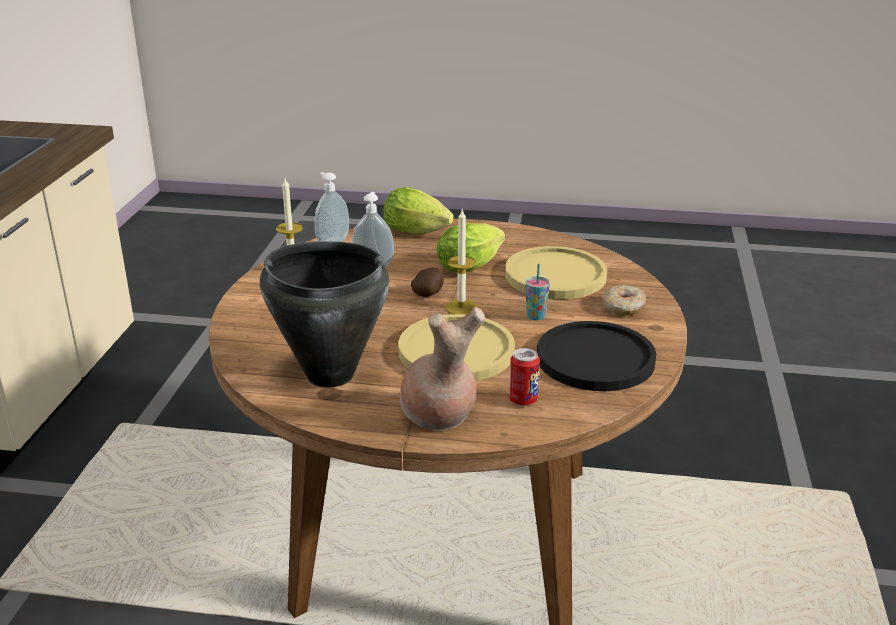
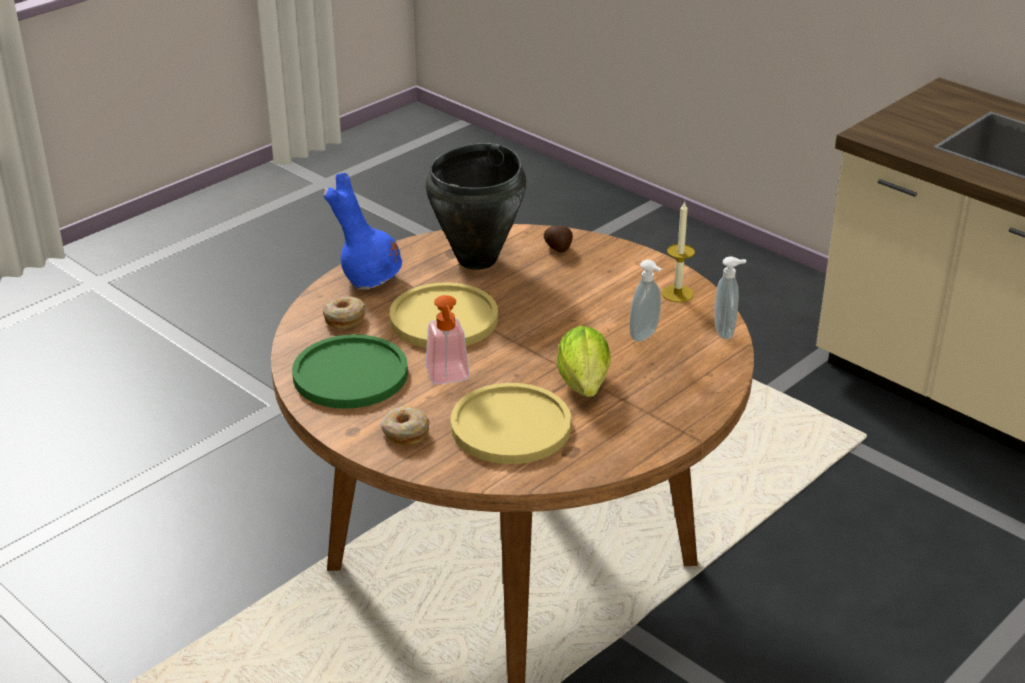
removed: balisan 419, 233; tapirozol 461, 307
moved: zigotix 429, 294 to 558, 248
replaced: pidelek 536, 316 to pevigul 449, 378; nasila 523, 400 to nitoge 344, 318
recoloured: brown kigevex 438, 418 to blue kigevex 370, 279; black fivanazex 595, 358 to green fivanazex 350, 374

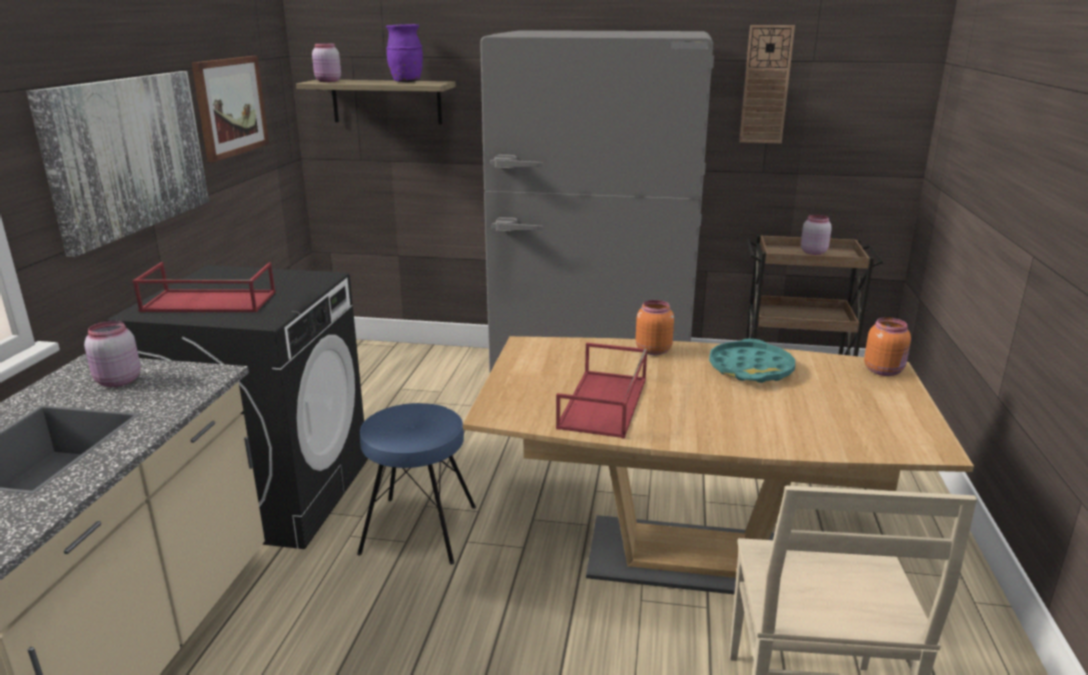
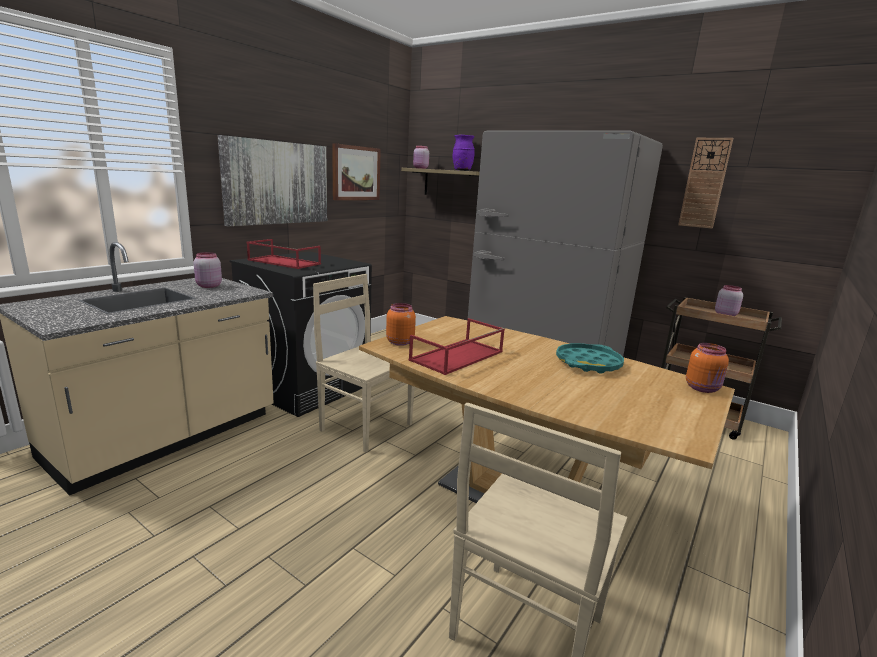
moved: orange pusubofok 652, 350 to 400, 342
replaced: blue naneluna 418, 529 to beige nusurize 364, 426

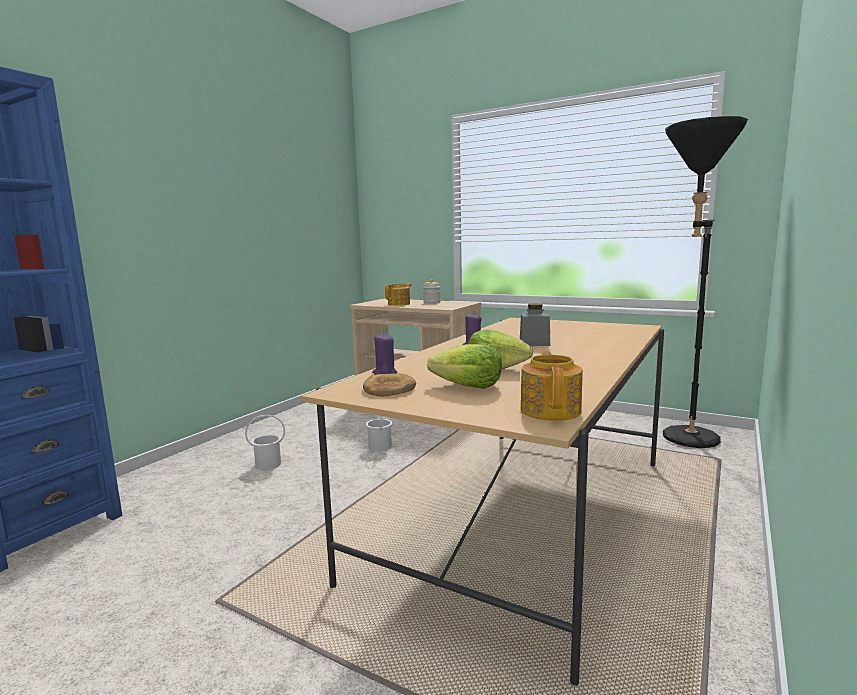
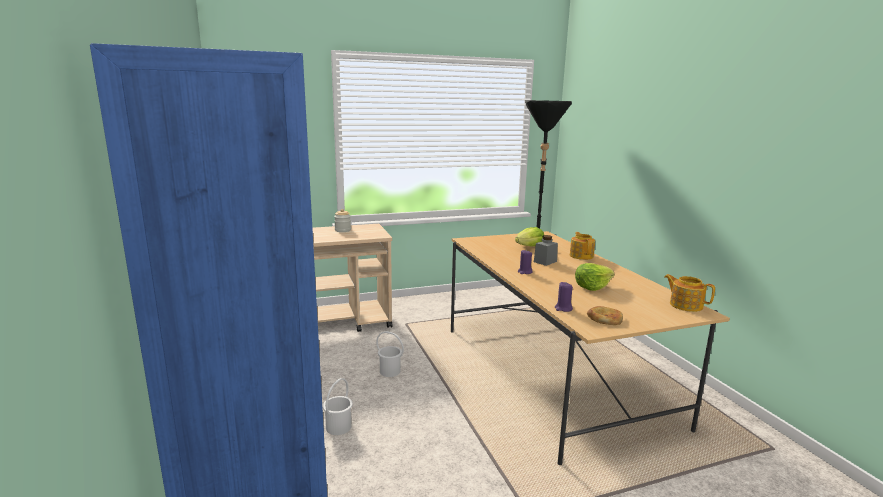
moved: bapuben 399, 304 to 581, 256; balisan 468, 386 to 529, 246

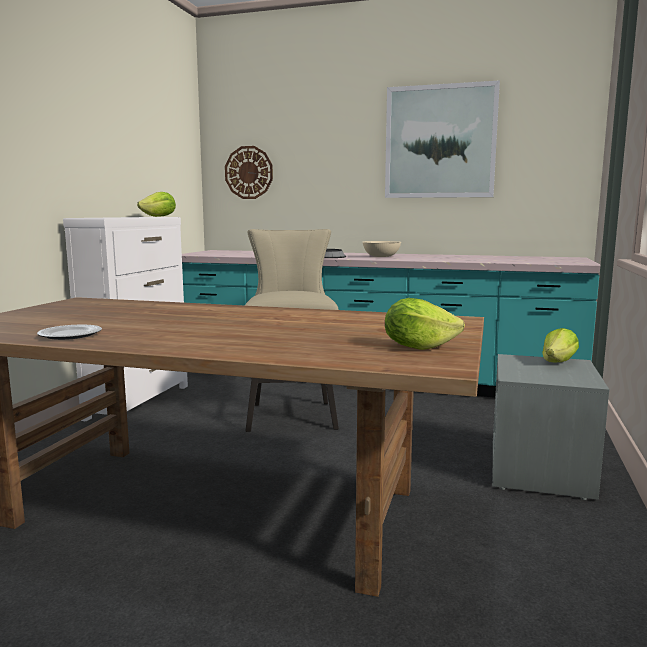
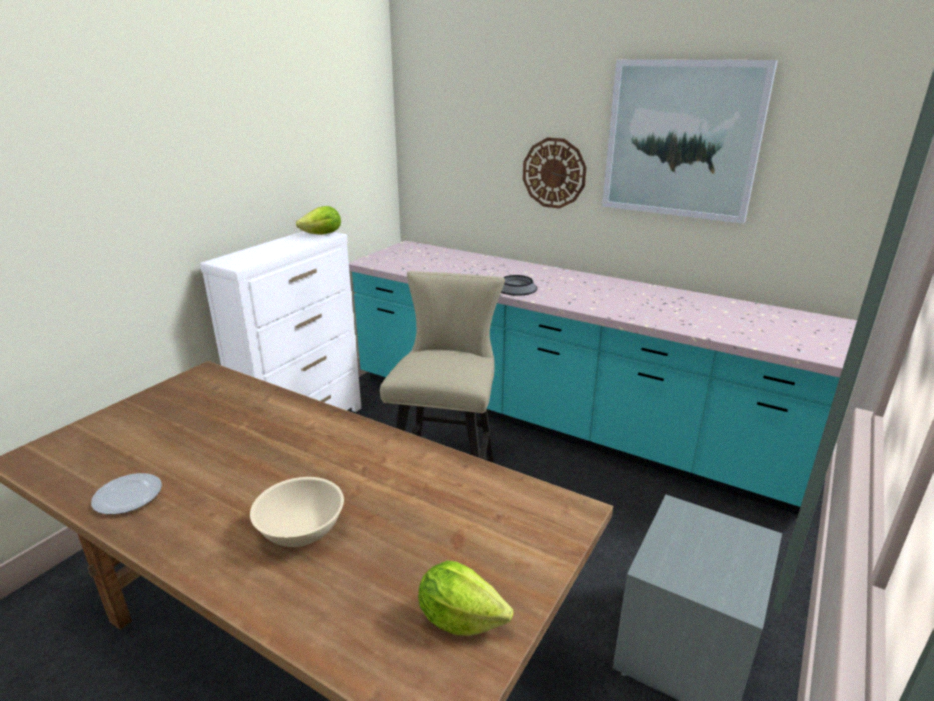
removed: balisan 558, 362
moved: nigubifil 249, 172 to 554, 173; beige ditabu 381, 256 to 301, 530

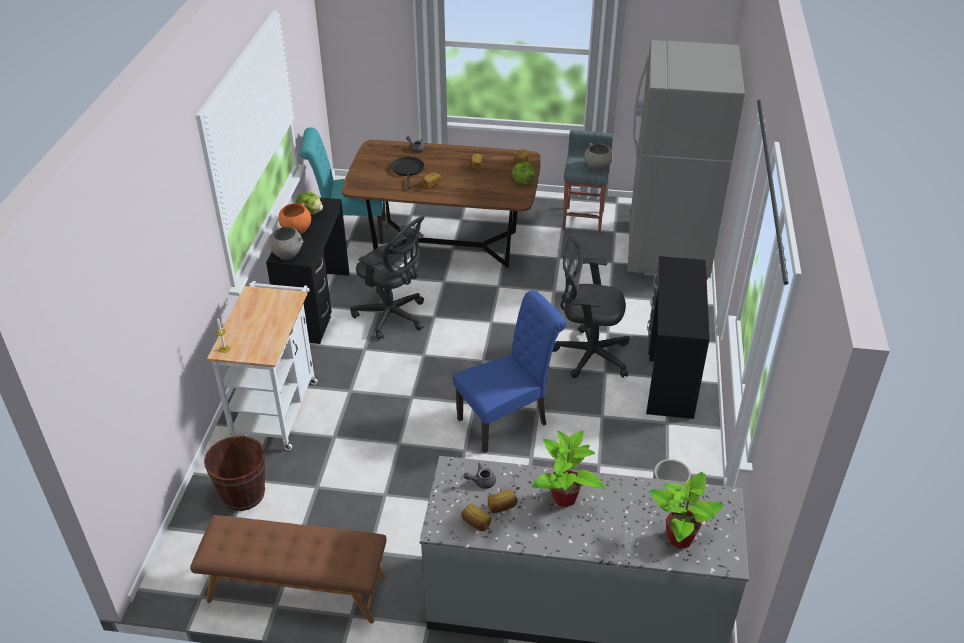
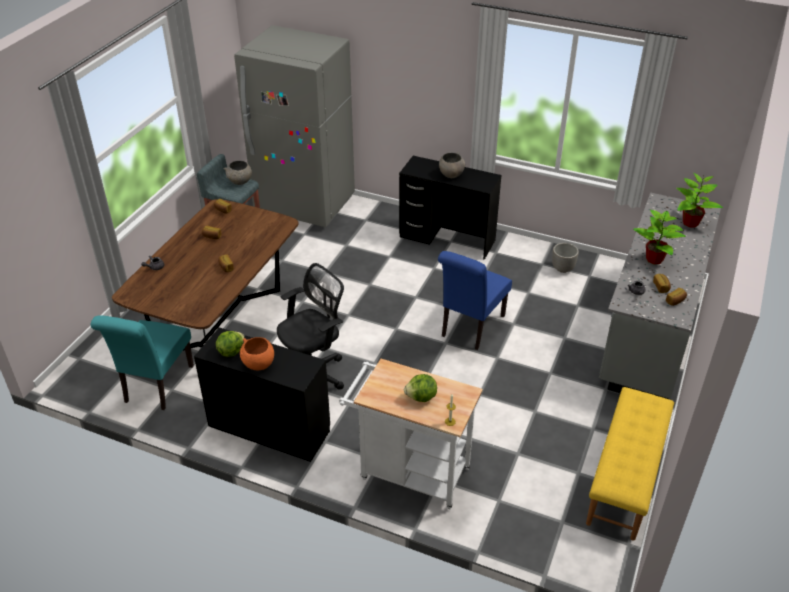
removed: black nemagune 408, 170; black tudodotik 588, 354; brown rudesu 243, 494
moved: balisan 522, 181 to 421, 397; grey ditabu 287, 254 to 451, 174
recoloured: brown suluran 296, 589 to yellow suluran 626, 478
turned: blue nusurize 507, 420 = 470, 328 135 degrees counterclockwise

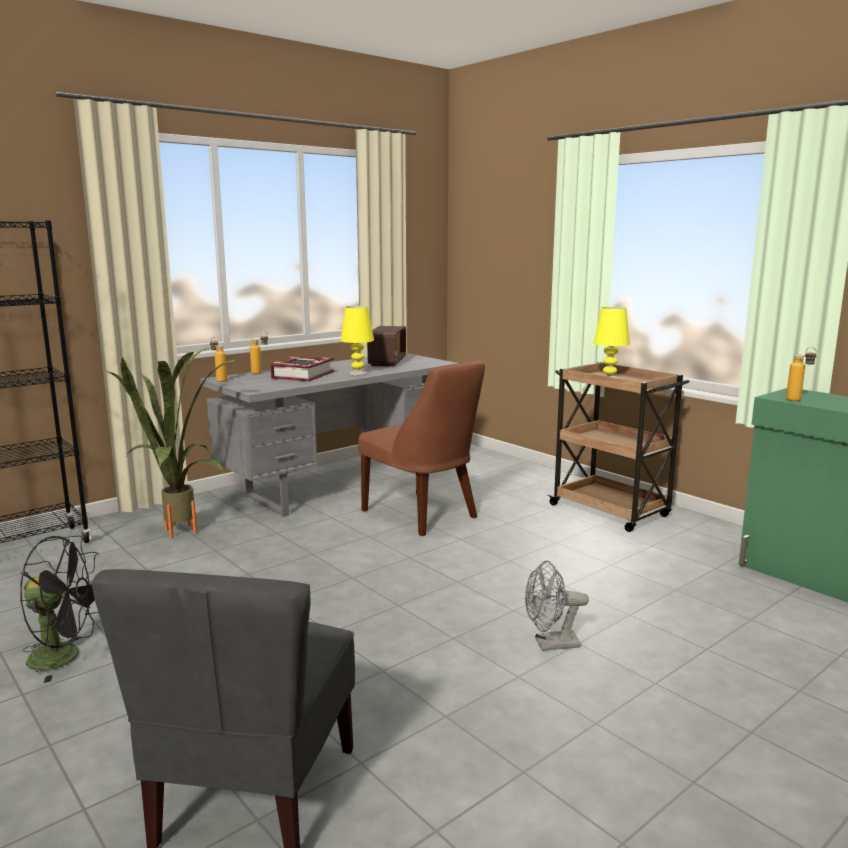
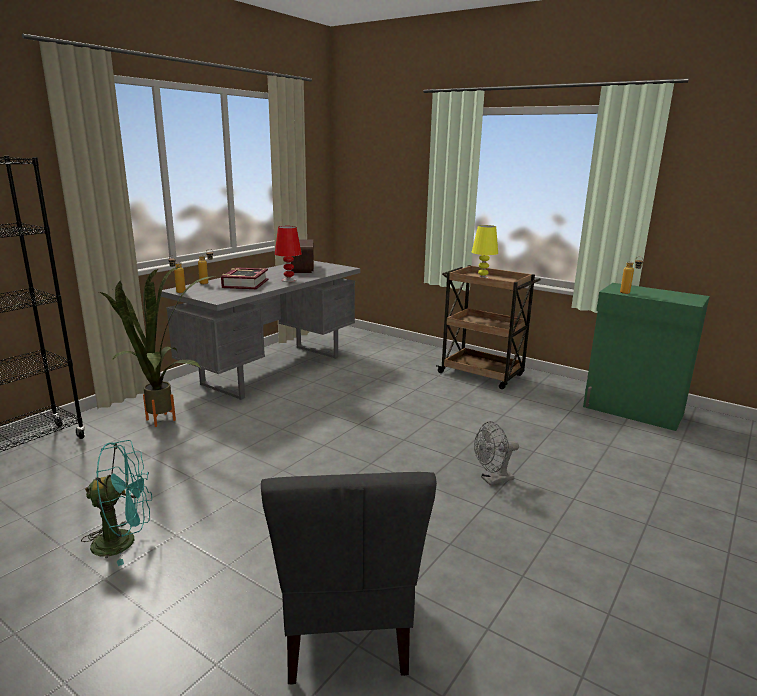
removed: brown nusurize 423, 515
recoloured: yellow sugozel 358, 373 to red sugozel 289, 280; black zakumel 65, 657 to turquoise zakumel 124, 541

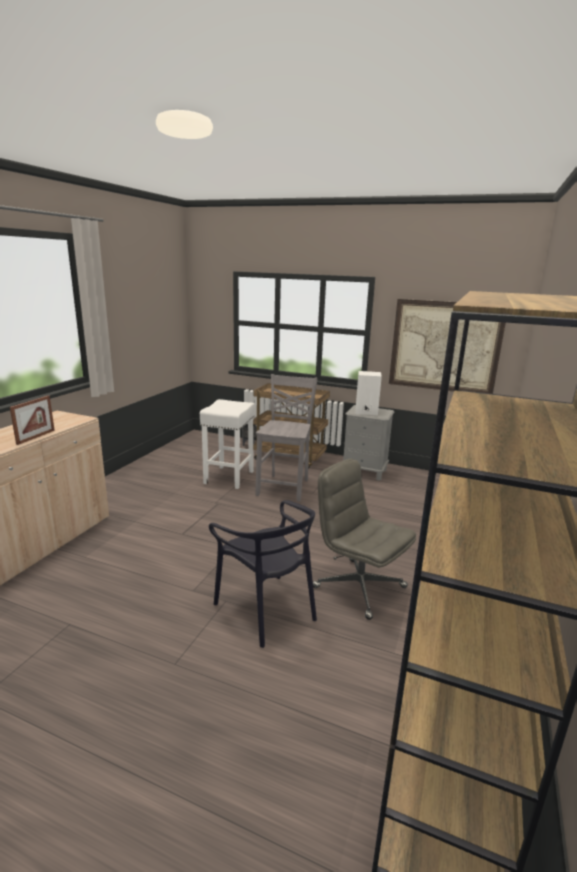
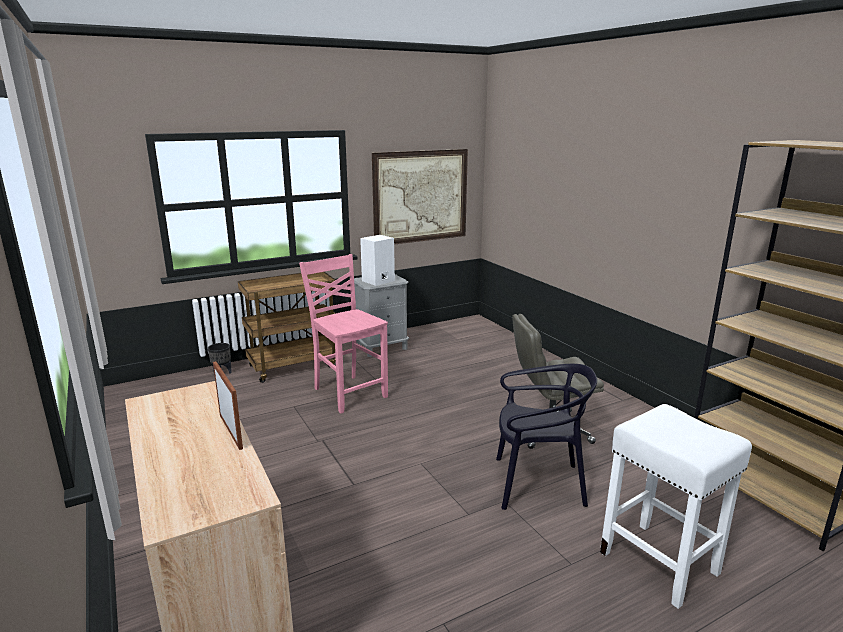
moved: white naneluna 229, 478 to 660, 564
recoloured: grey nusurize 285, 487 to pink nusurize 349, 393

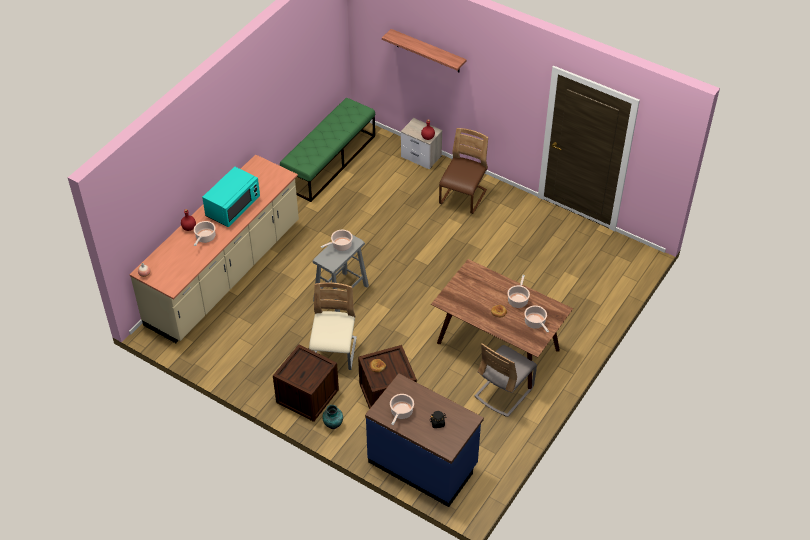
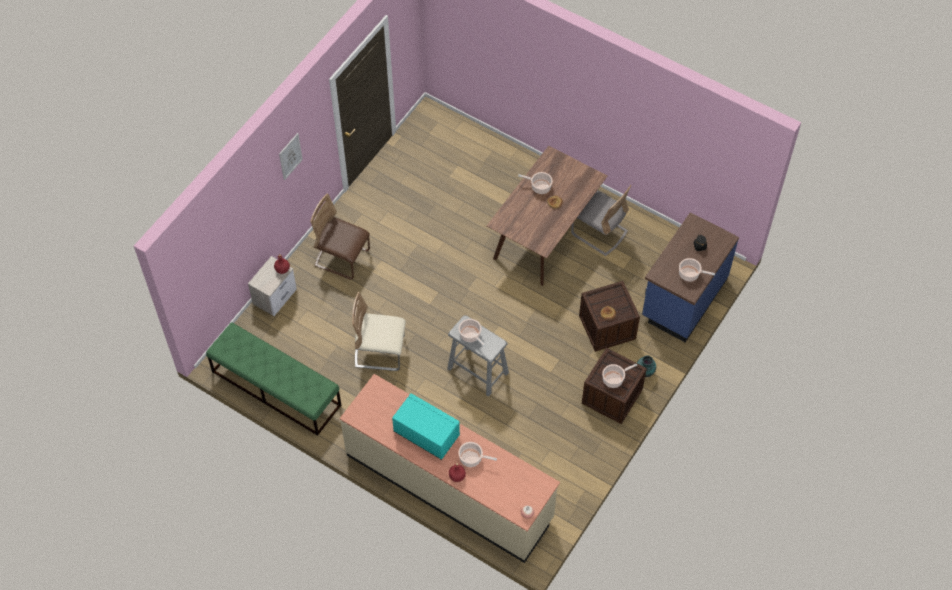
removed: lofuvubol 428, 51
added: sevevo 290, 156
moved: beige nusurize 334, 353 to 380, 352; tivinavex 535, 323 to 614, 379

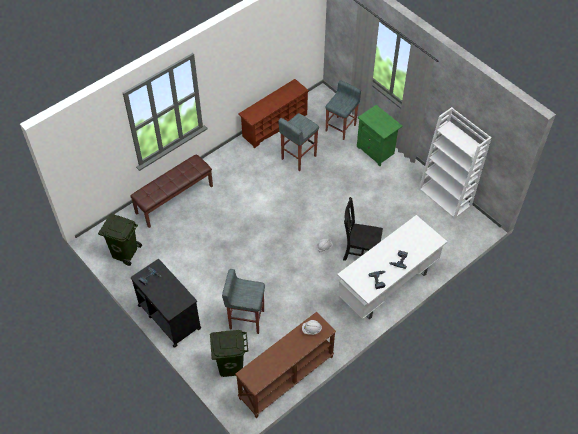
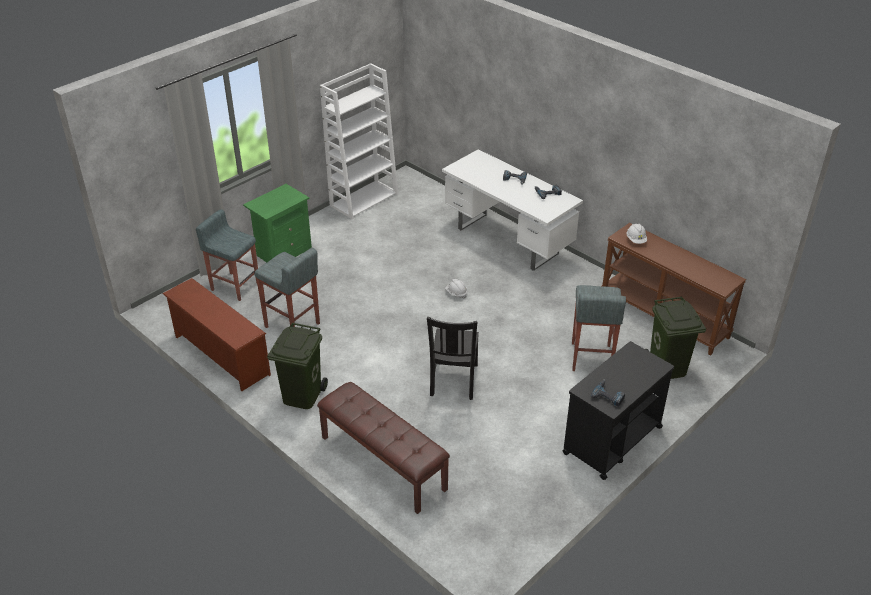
moved: black nusurize 360, 251 to 453, 381; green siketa 125, 252 to 301, 395

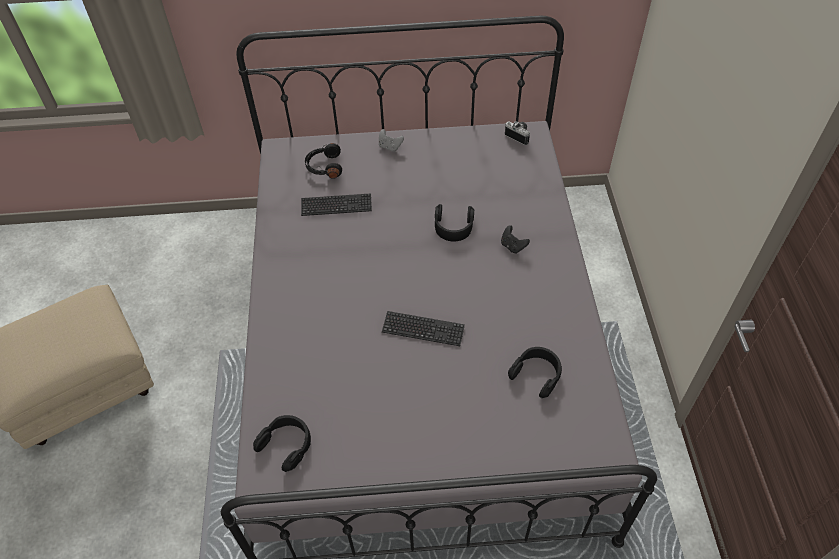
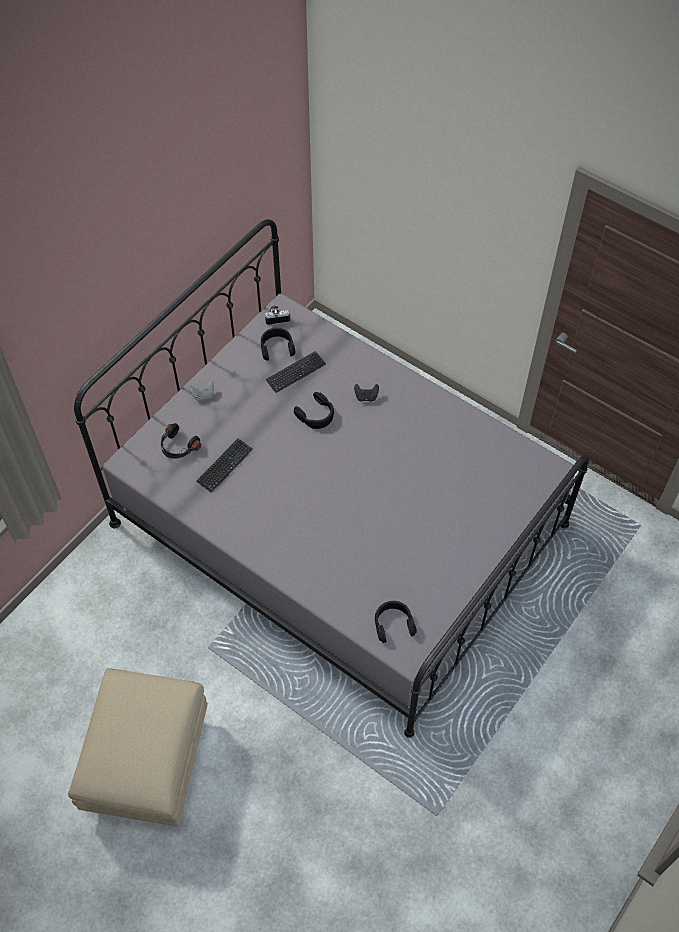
moved: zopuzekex 423, 329 to 295, 373; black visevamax 537, 374 to 277, 347

